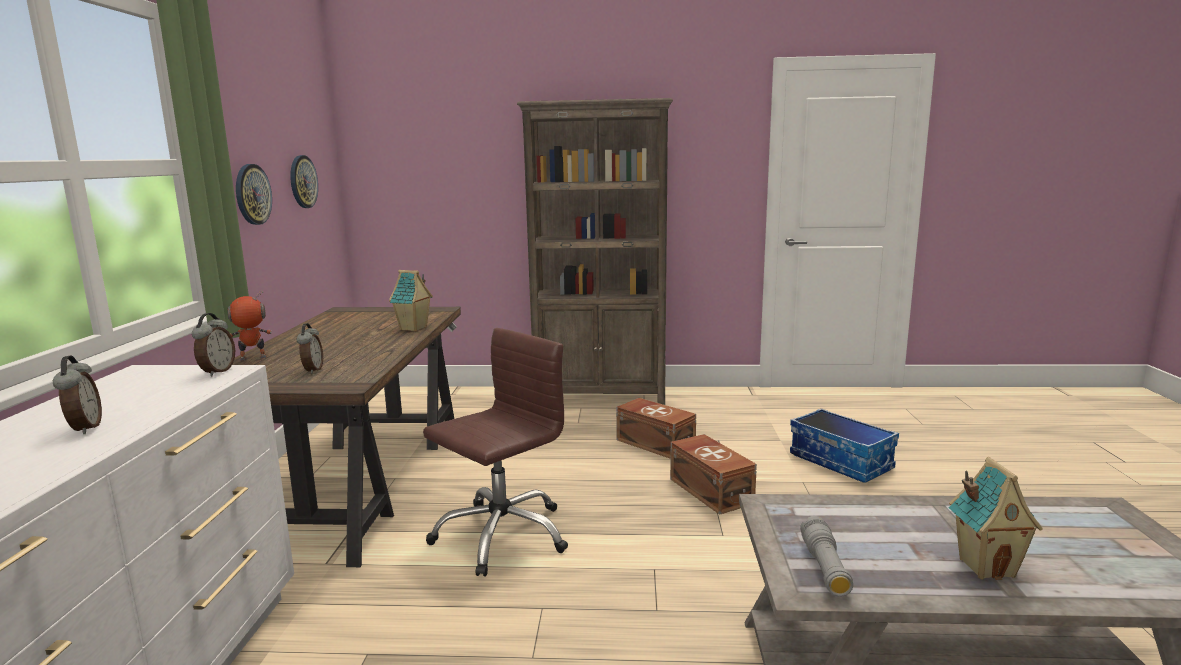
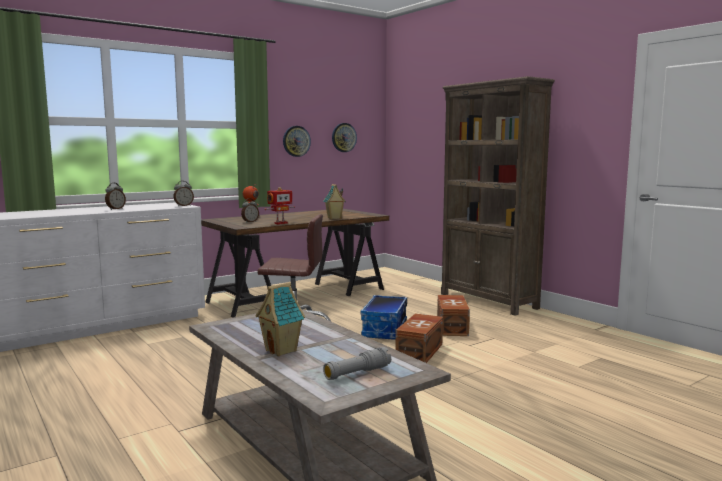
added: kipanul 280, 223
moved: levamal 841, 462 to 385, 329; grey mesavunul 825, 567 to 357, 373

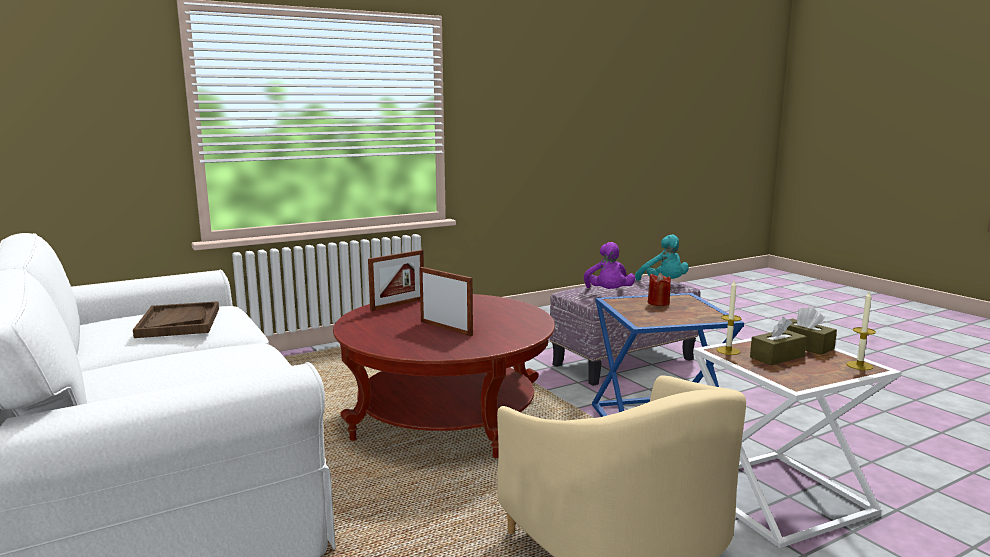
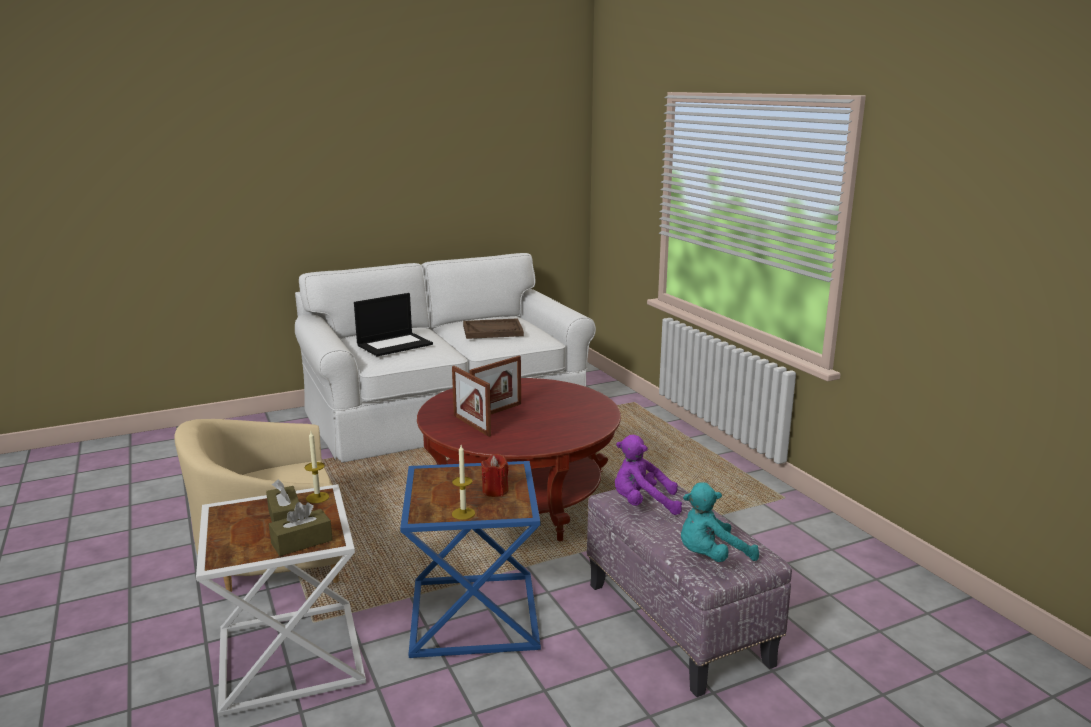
added: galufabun 395, 344
moved: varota 398, 305 to 471, 425; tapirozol 859, 365 to 463, 513

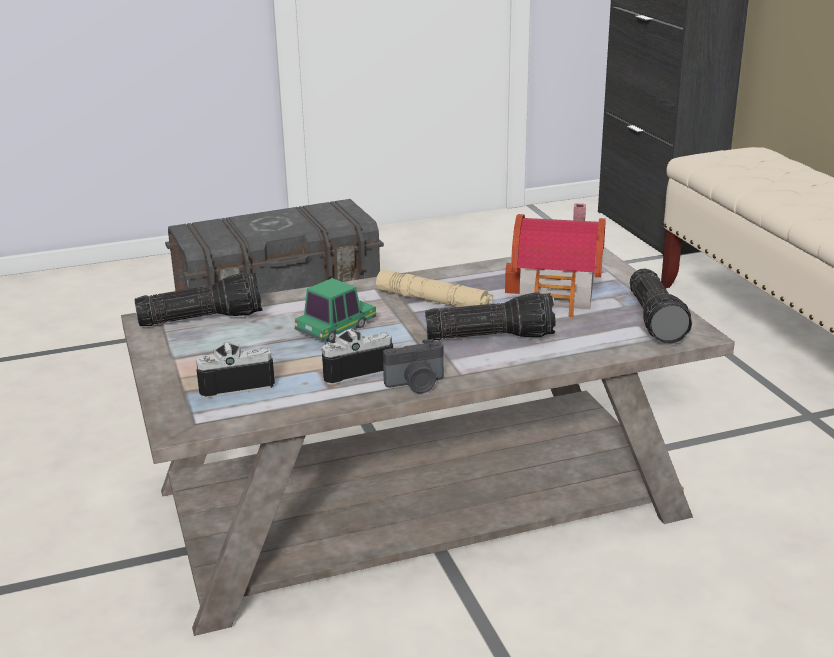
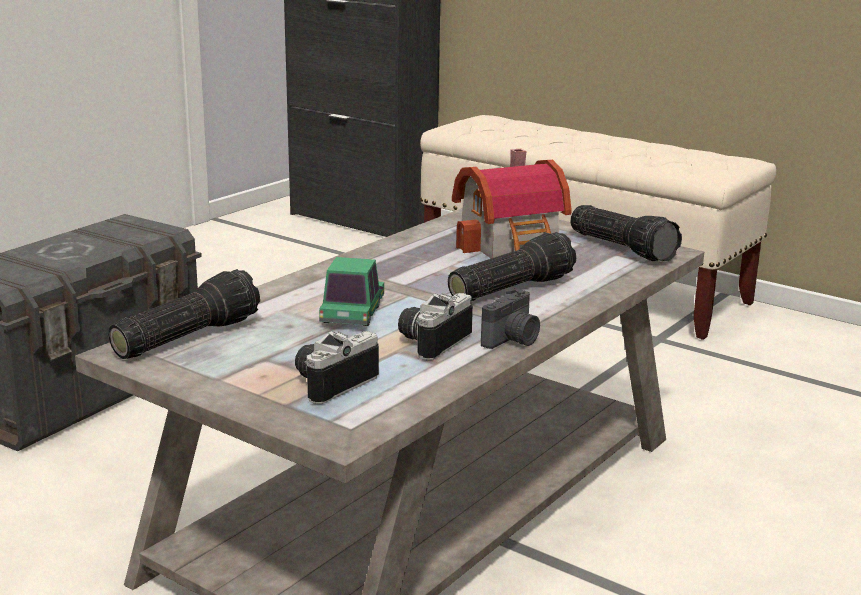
removed: beige mesavunul 433, 301

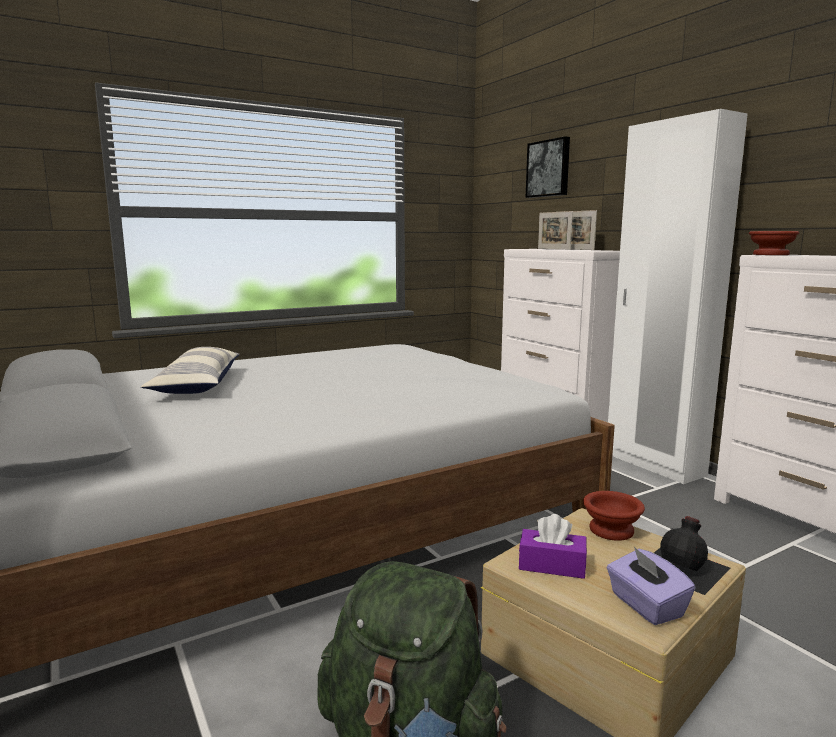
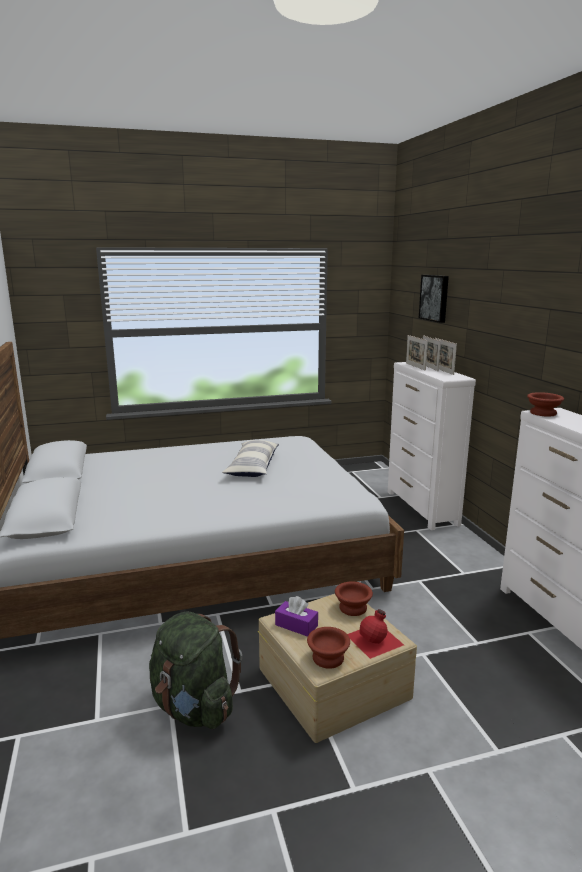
removed: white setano 653, 465
added: varota 415, 366
moved: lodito 197, 384 to 253, 467
replaced: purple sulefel 645, 605 to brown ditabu 329, 658
recoloured: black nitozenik 684, 567 to red nitozenik 375, 640

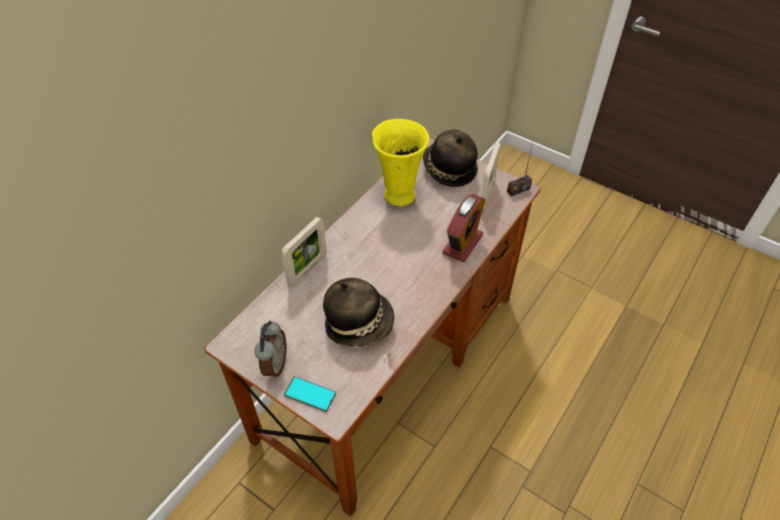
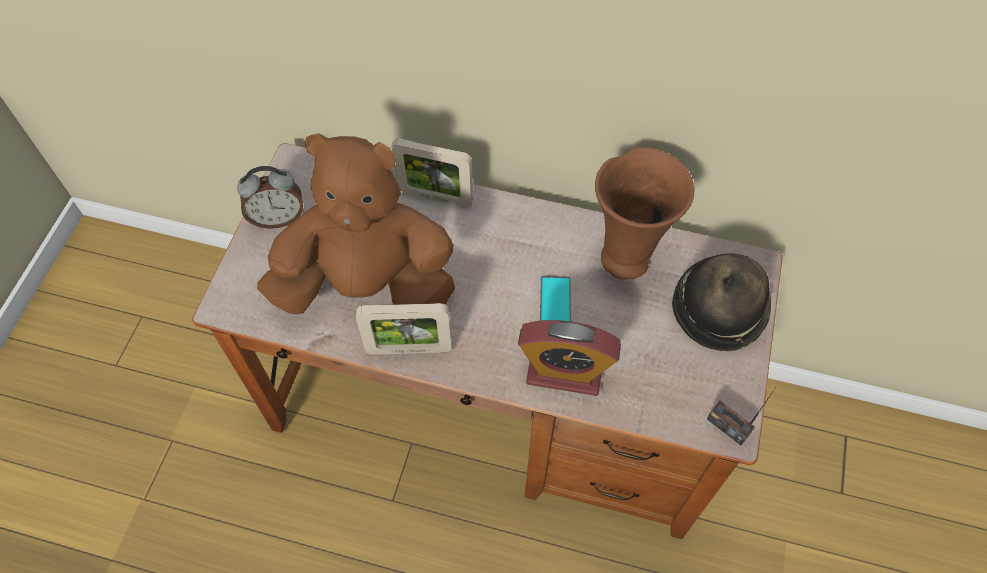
moved: varota 487, 194 to 409, 349; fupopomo 310, 394 to 555, 304
replaced: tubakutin 359, 323 to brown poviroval 368, 286
recoloured: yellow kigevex 399, 194 to brown kigevex 627, 257

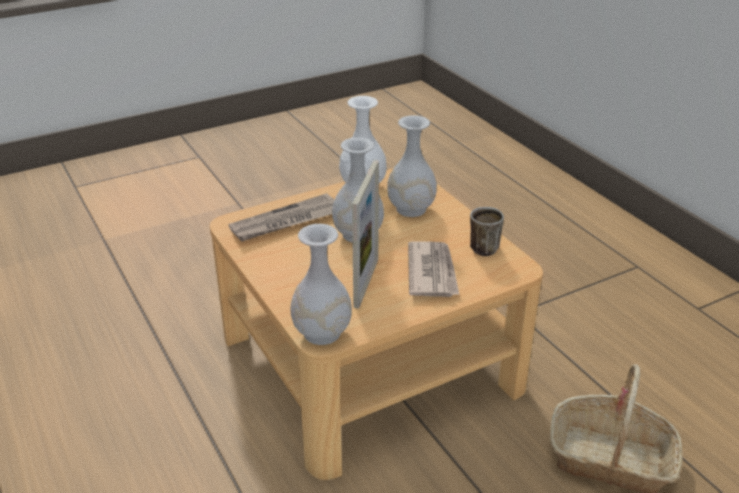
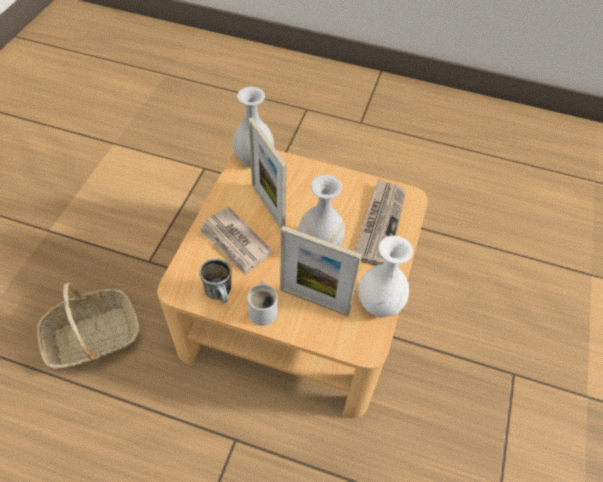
added: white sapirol 264, 310
replaced: white kigevex 410, 209 to varota 314, 301

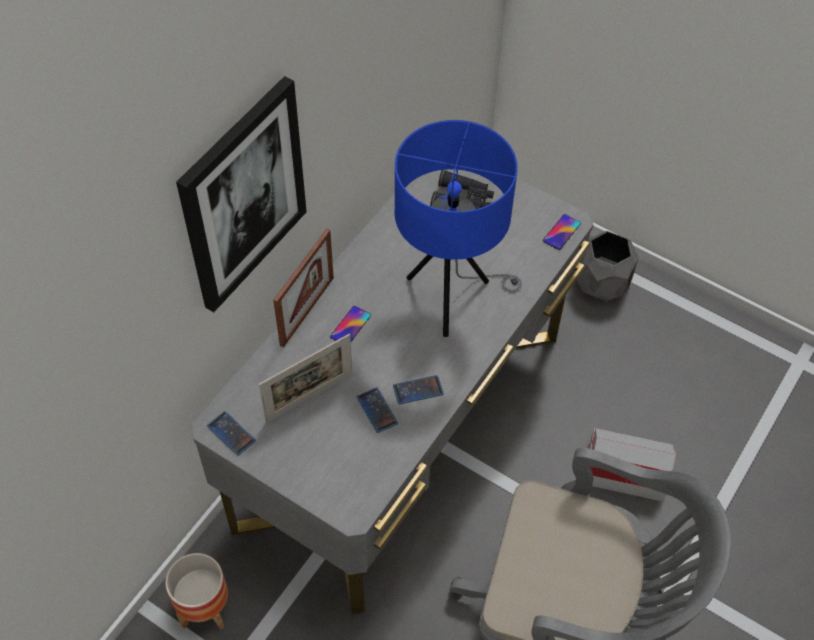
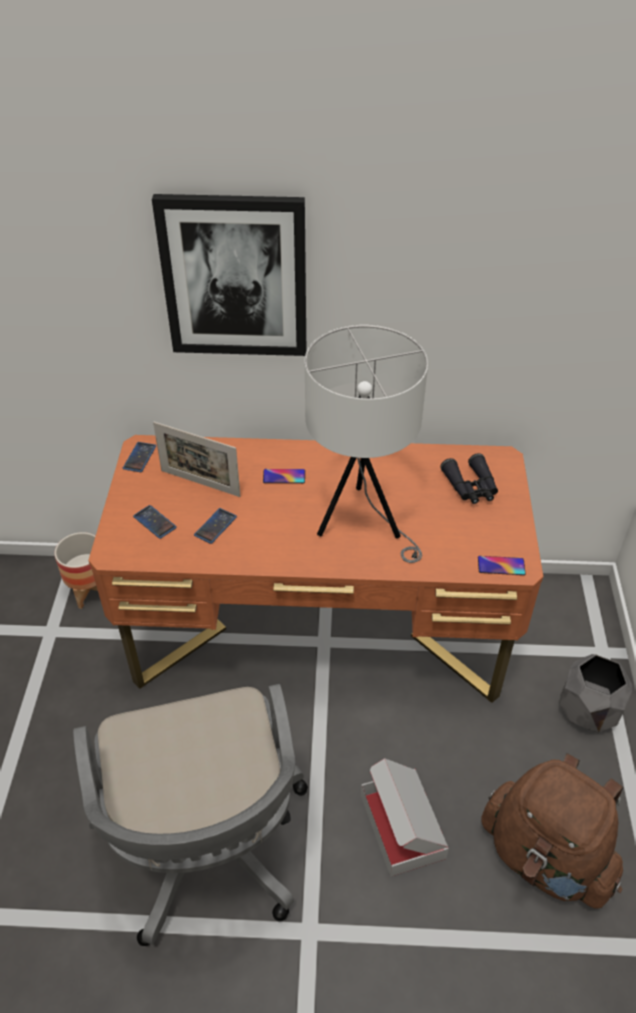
removed: varota 307, 311
added: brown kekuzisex 545, 857
moved: fupopomo 418, 390 to 155, 522
recoloured: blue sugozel 452, 298 to white sugozel 362, 523; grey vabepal 402, 428 to orange vabepal 318, 633

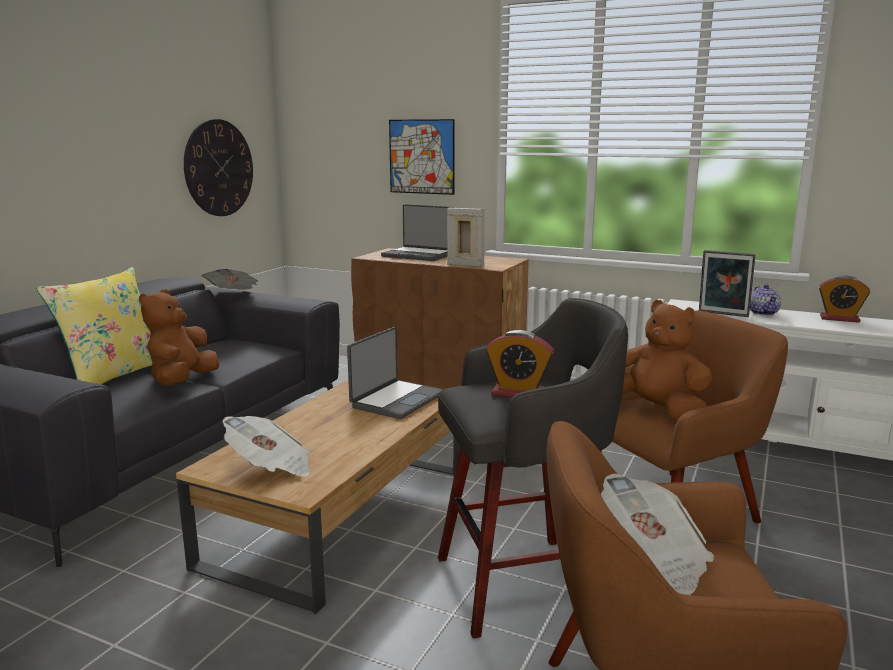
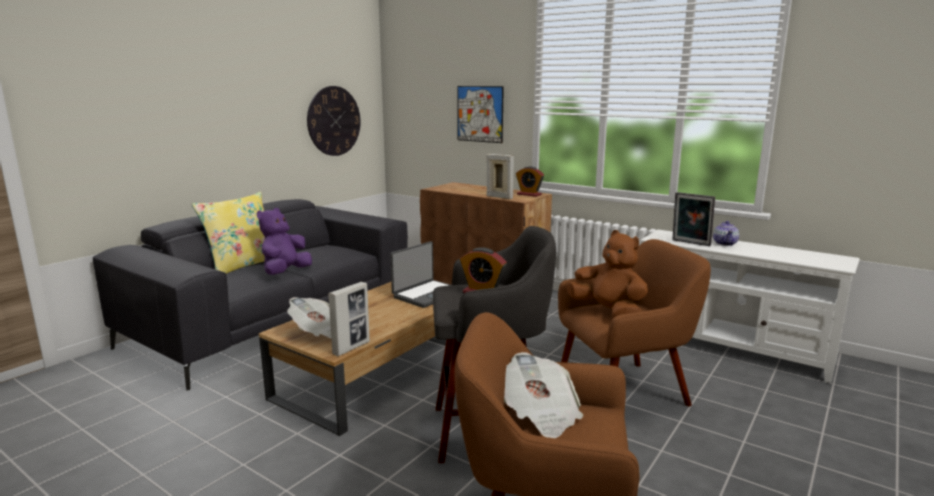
removed: galufabun 419, 255; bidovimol 233, 295
added: varota 351, 348
moved: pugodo 839, 319 to 529, 194
recoloured: brown poviroval 182, 381 to purple poviroval 285, 272

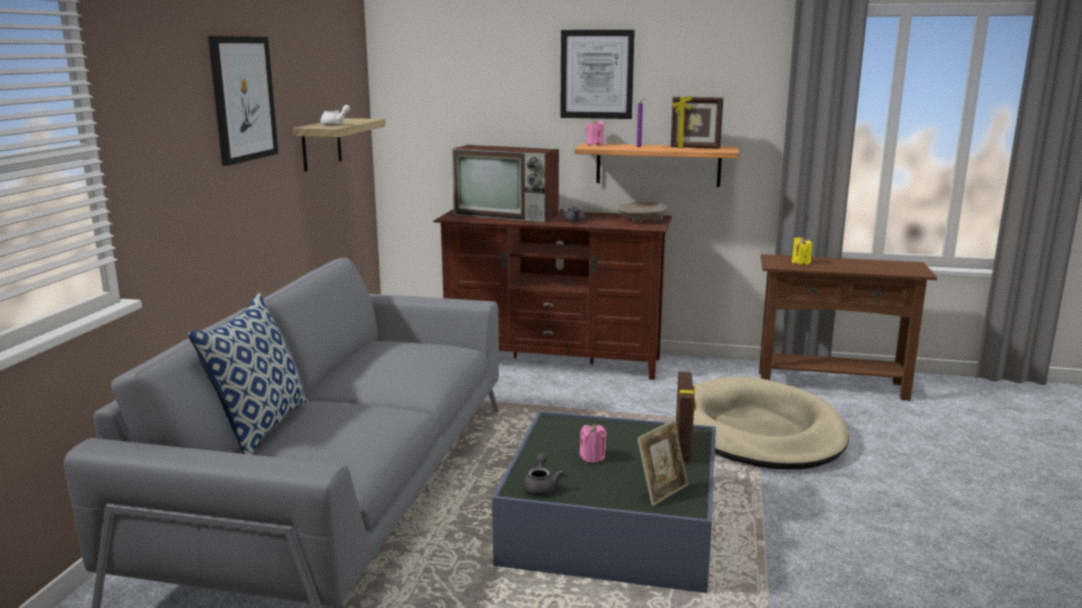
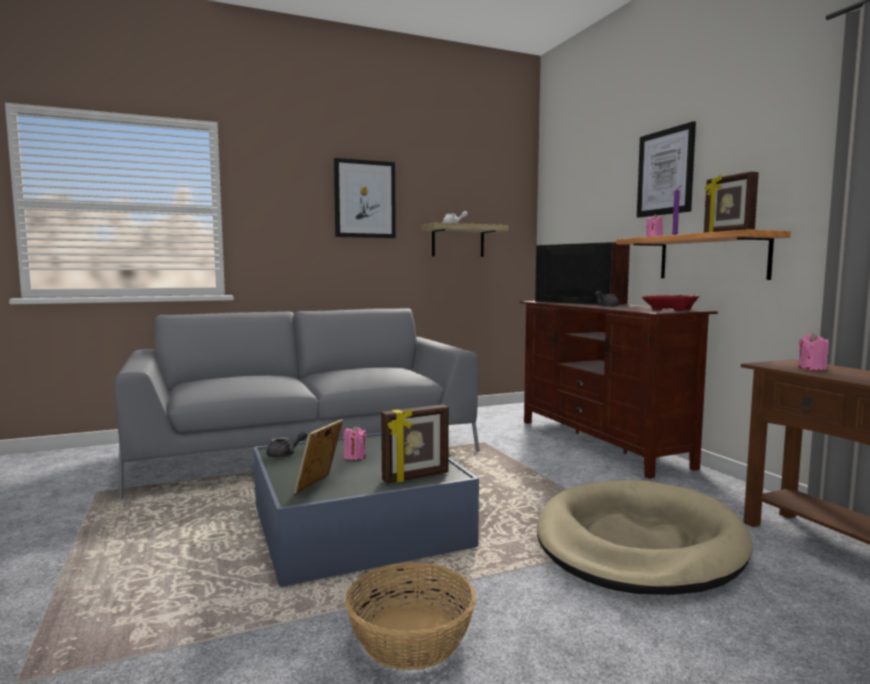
removed: lodito 260, 427
added: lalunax 412, 638
recoloured: beige ditabu 642, 220 to red ditabu 669, 310; yellow tapirozol 800, 262 to pink tapirozol 812, 368
turned: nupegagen 508, 215 = 577, 302 150 degrees clockwise; varota 662, 491 = 319, 485 105 degrees clockwise

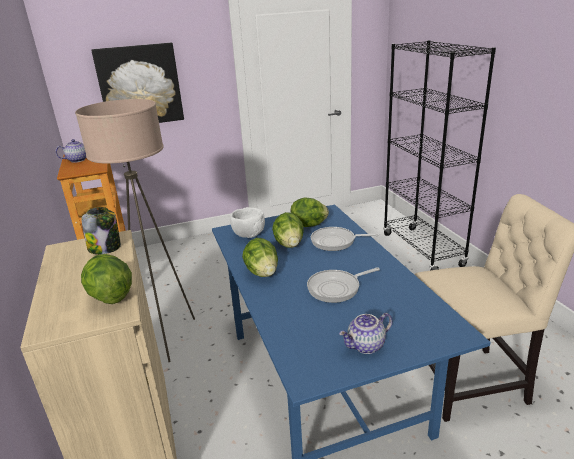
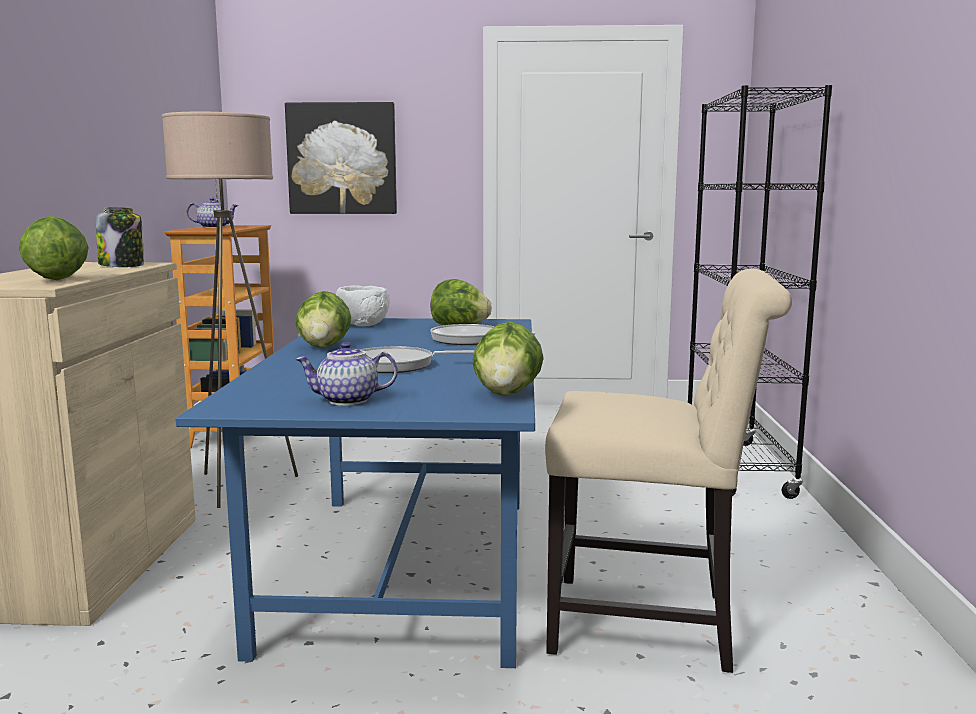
moved: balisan 289, 244 to 508, 393

